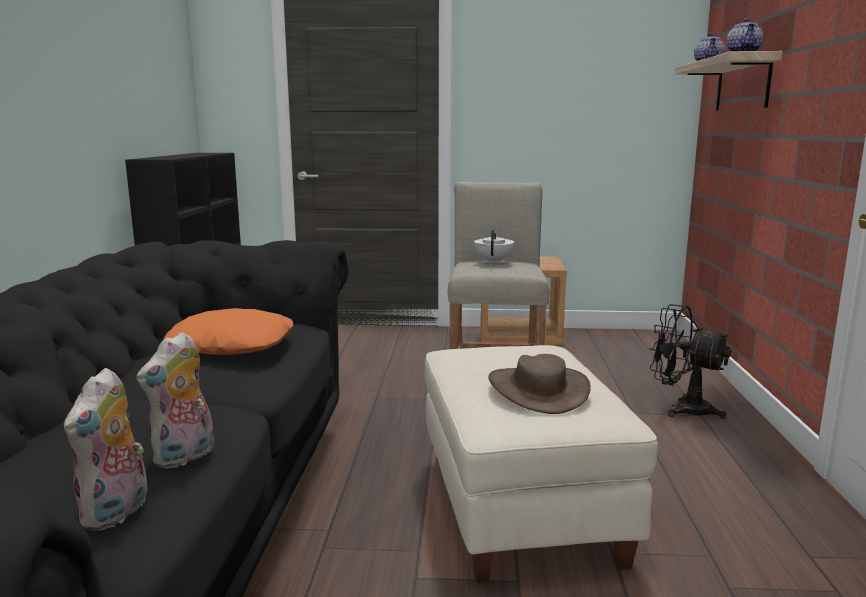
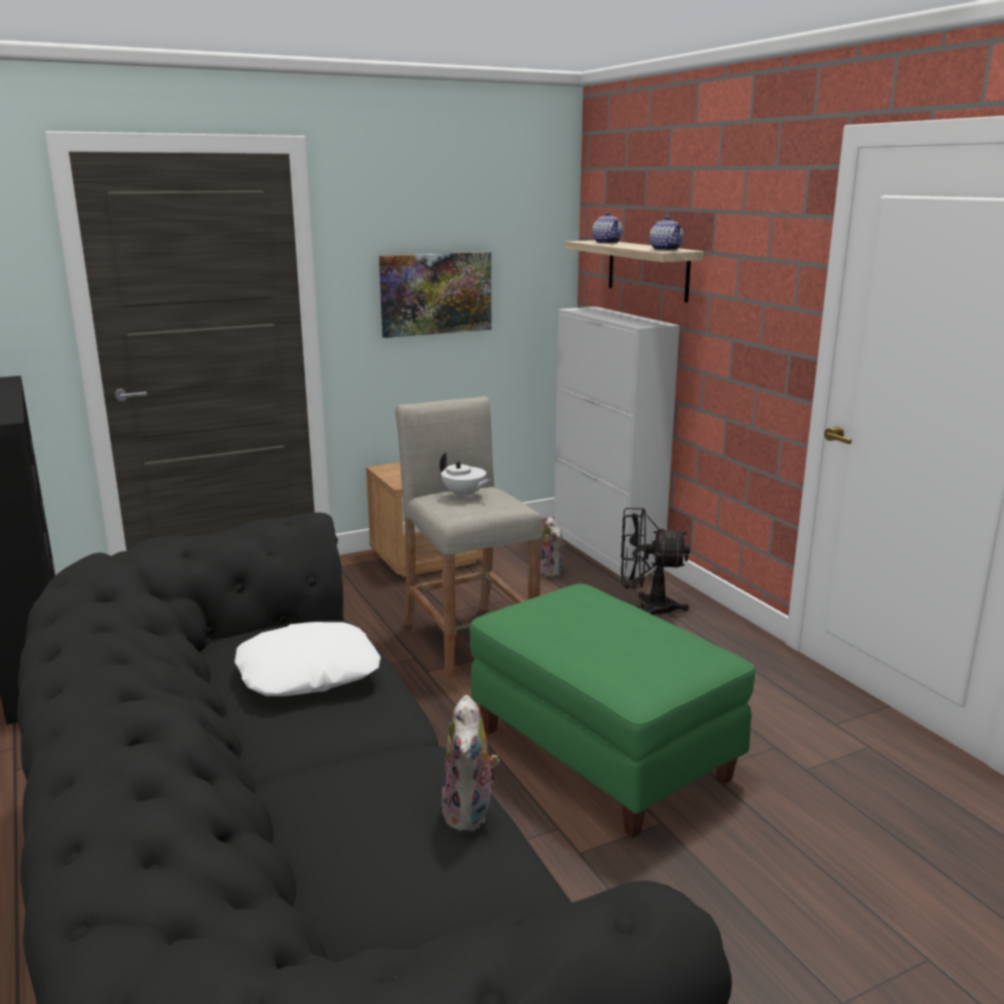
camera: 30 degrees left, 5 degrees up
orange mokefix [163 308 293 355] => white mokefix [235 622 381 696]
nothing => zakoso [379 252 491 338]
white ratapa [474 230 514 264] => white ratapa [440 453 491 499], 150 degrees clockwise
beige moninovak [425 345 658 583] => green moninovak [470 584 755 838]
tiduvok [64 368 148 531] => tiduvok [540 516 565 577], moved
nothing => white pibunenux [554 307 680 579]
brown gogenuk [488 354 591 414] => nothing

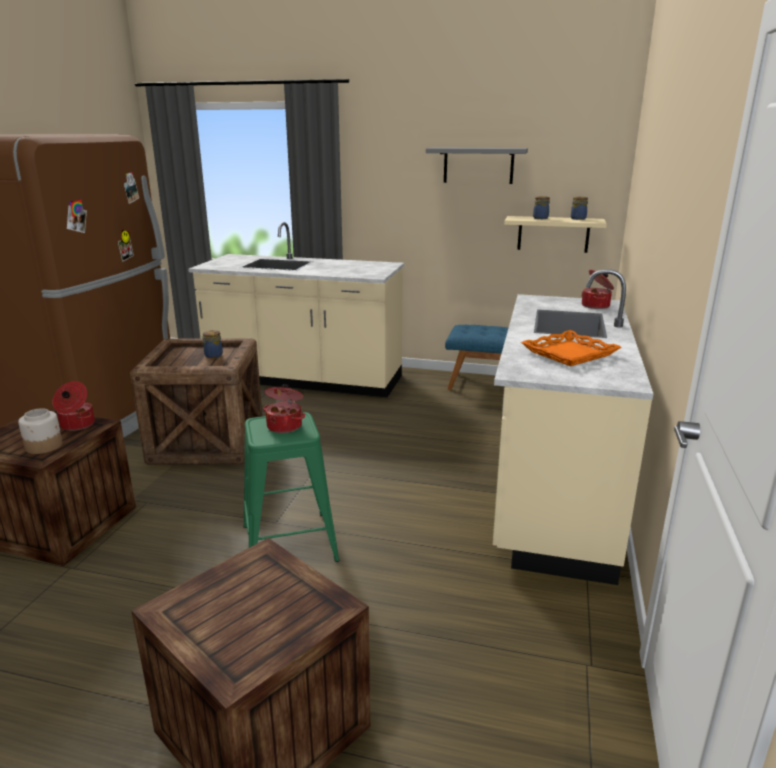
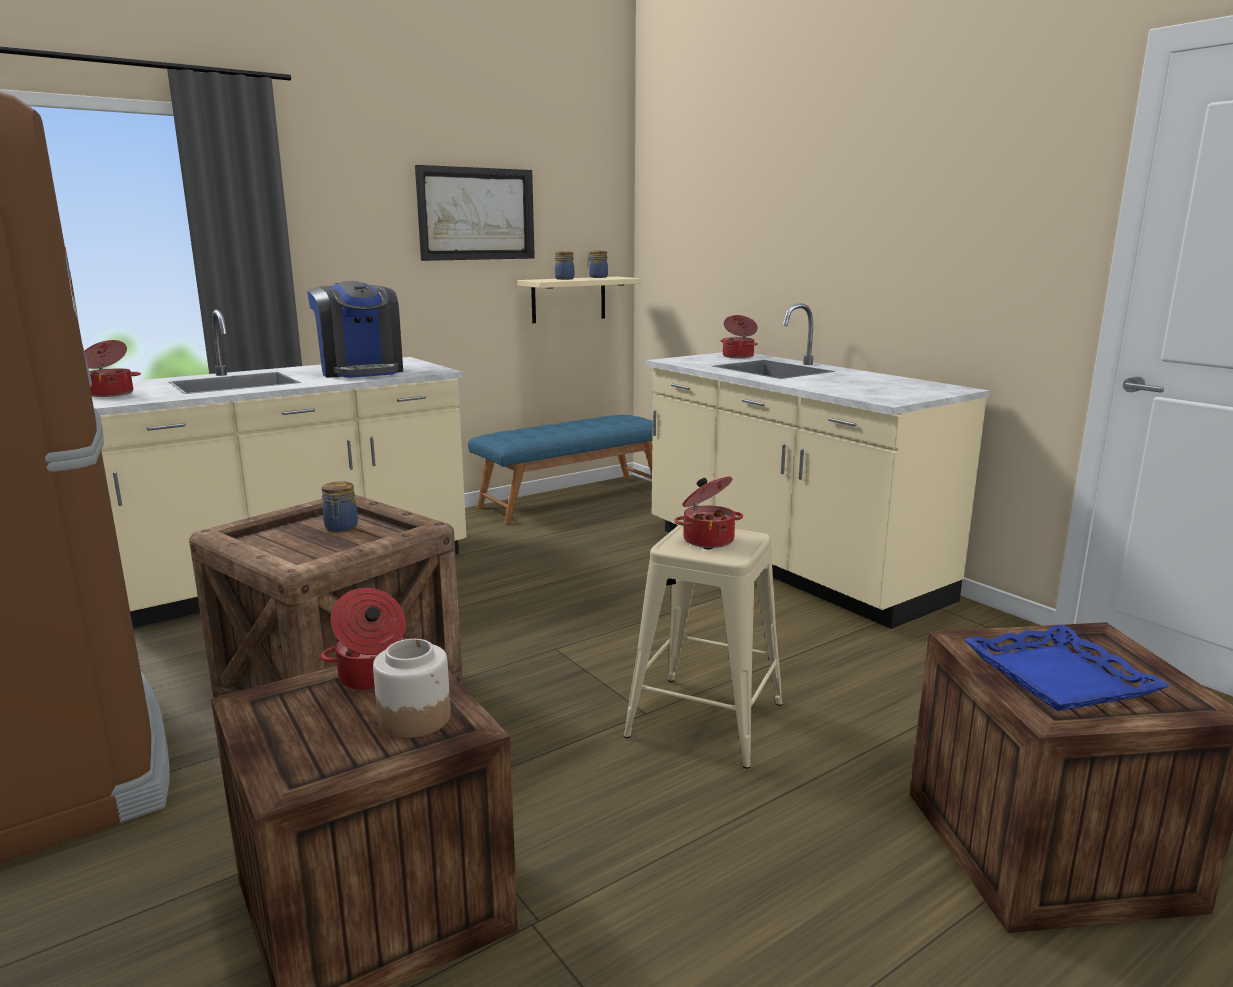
camera: 50 degrees left, 5 degrees down
nothing => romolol [84 340 141 397]
nothing => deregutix [307 281 403 378]
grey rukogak [426 147 528 184] => zakoso [415 165 535 261]
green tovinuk [243 412 339 562] => beige tovinuk [624 525 783 768]
nothing => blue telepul [964 625 1170 711]
orange telepul [521 330 621 366] => nothing

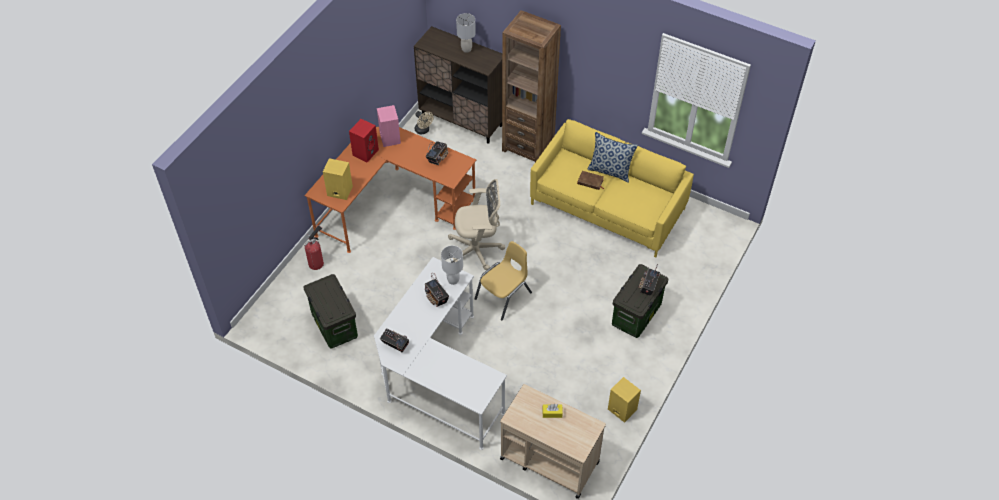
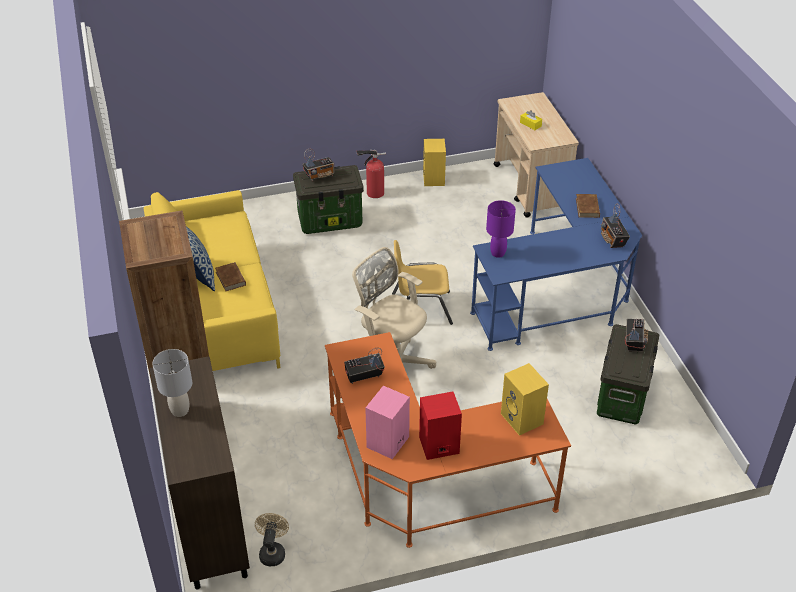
camera: 135 degrees left, 10 degrees down
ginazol [304 226 324 270] => ginazol [356 150 386 198], moved
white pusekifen [374 257 507 450] => blue pusekifen [470 158 642 351]
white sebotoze [441 246 463 285] => purple sebotoze [486 200 516 258]
nothing => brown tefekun [576 194 600 218]
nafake [424 274 449 307] => nafake [625 318 648 352], moved

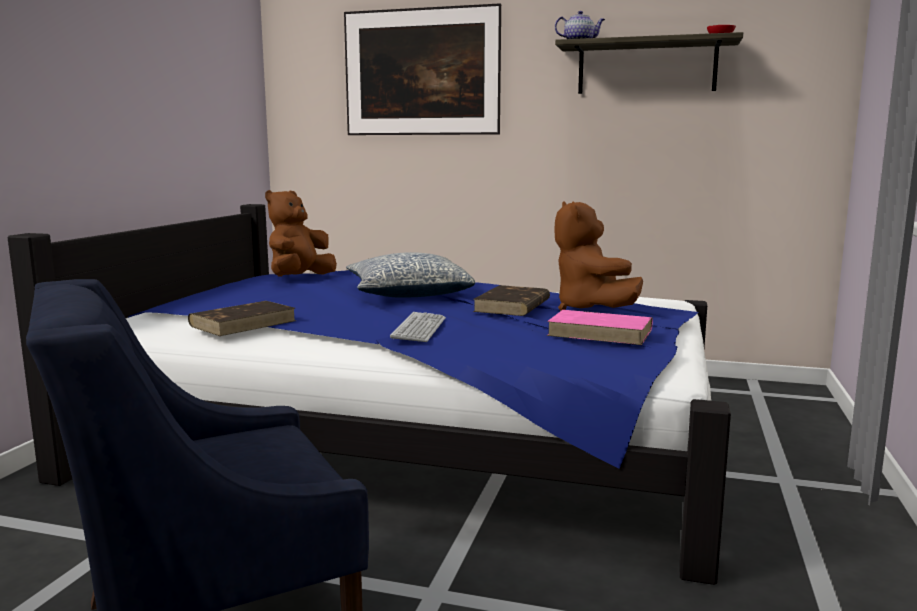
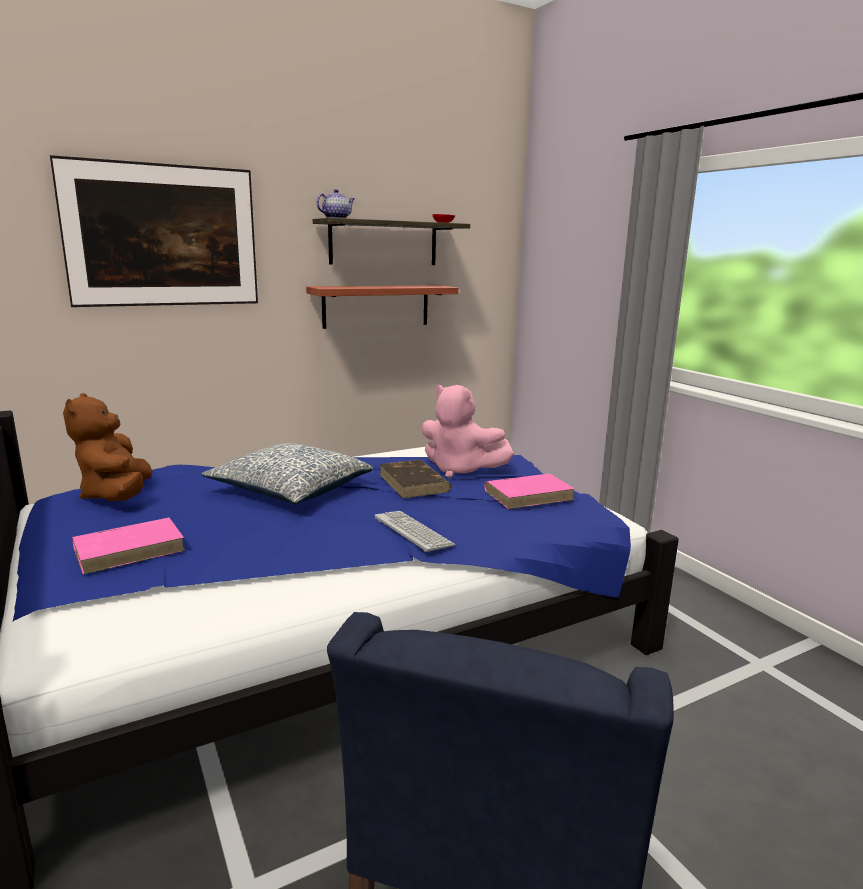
camera: 45 degrees left, 5 degrees up
nothing => pink tefekun [72 518 185 575]
nothing => rukogak [306 285 459 329]
brown tiduvok [554 201 643 311] => pink tiduvok [422 385 514 479]
brown tefekun [188 301 296 336] => nothing

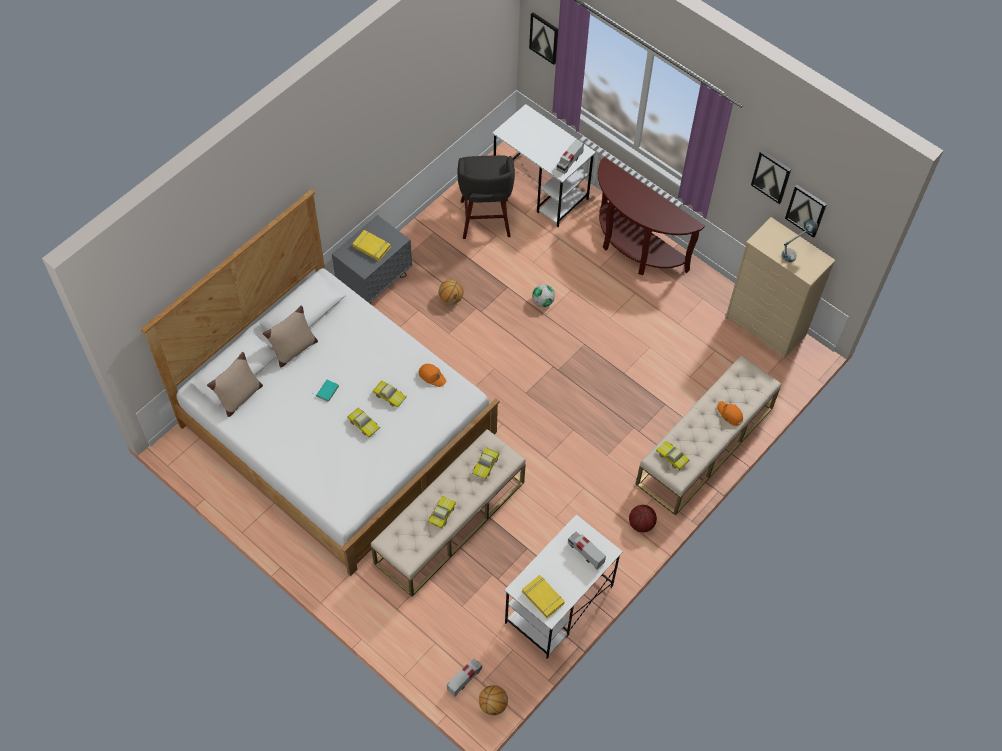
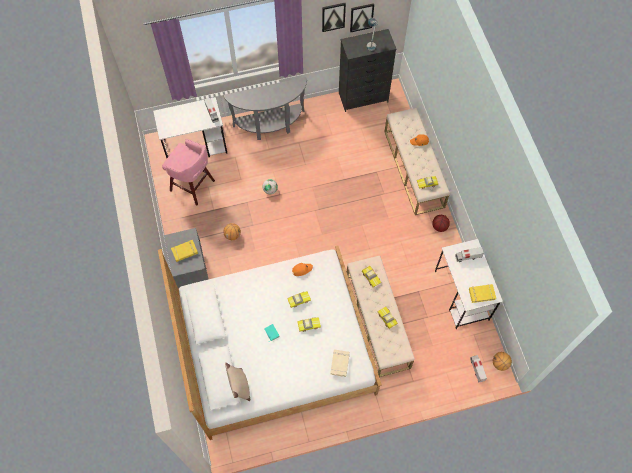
camera: 55 degrees left, 5 degrees up
grey tovinuk [457 155 515 239] => pink tovinuk [162 139 215 205]
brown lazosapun [598 157 705 276] => grey lazosapun [224 77 307 140]
nothing => beige tefekun [330 349 350 377]
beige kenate [725 217 835 360] => black kenate [339 29 396 112]
beige mokefix [262 305 318 367] => nothing
zakoso [529 12 558 65] => nothing

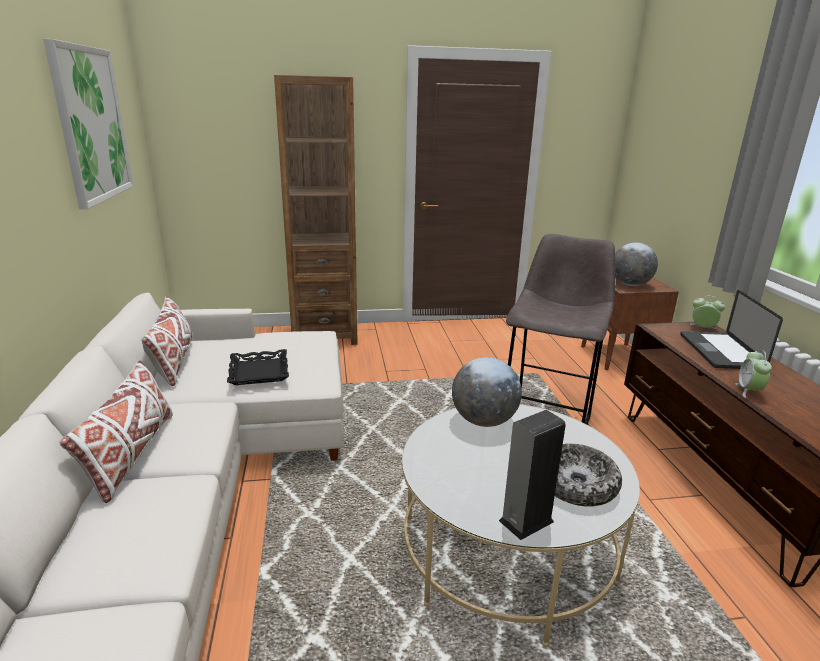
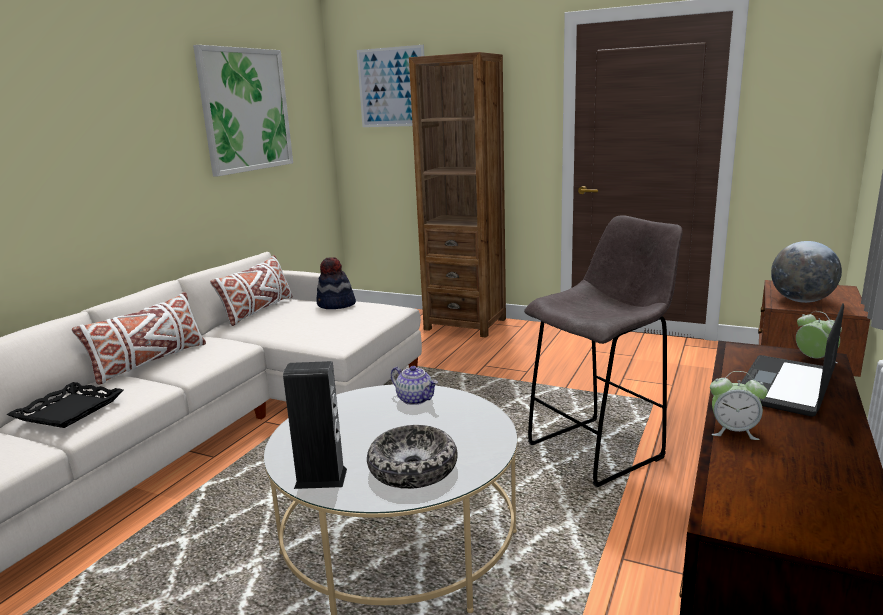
camera: 35 degrees right, 5 degrees down
black telepul [227 349 289 385] => black telepul [7 382 123 428], moved
nothing => gogenuk [316 257 356 309]
nothing => zakoso [357 45 424 127]
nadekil [452 357 522 427] => ratapa [391 366 438 405]
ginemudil [735 350 772 398] => ginemudil [710 371 768 440], 120 degrees counterclockwise

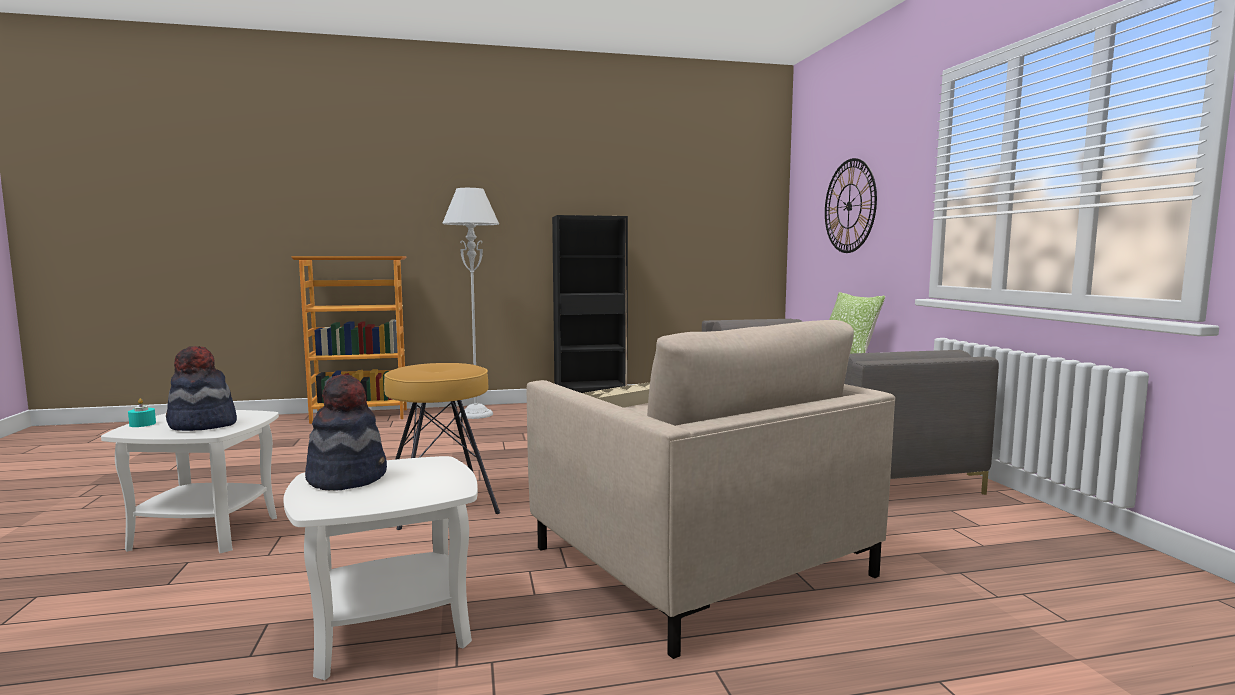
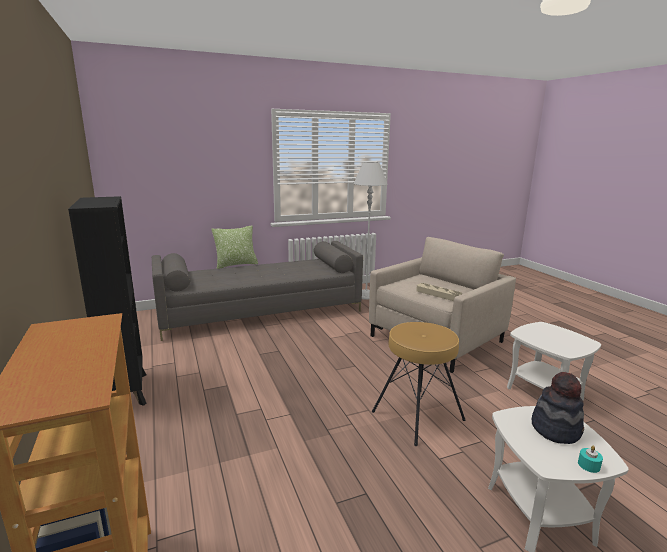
camera: 100 degrees left, 10 degrees up
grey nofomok [442 188 499 419] => grey nofomok [353 162 388 300], moved
gogenuk [305 374 387 490] => nothing
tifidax [825 158 877 253] => nothing

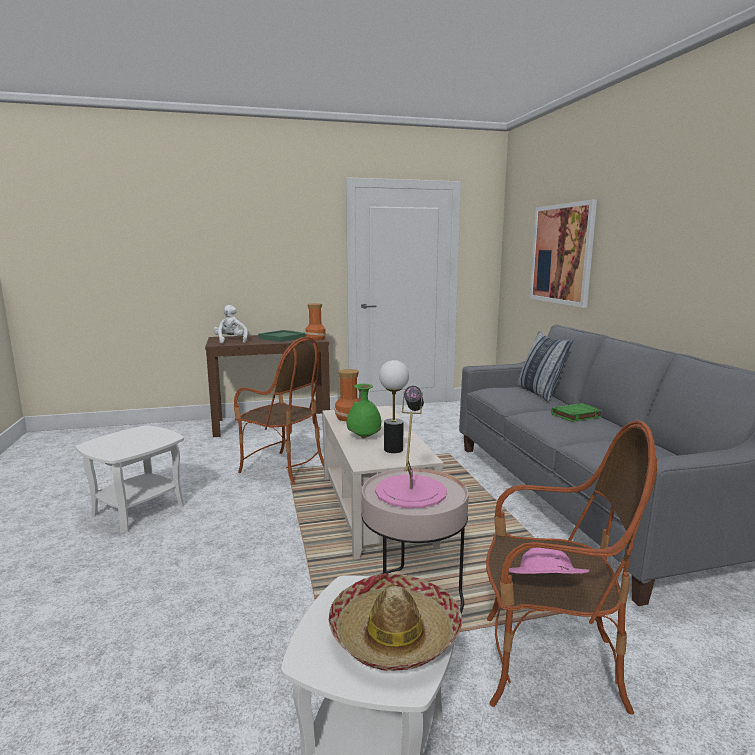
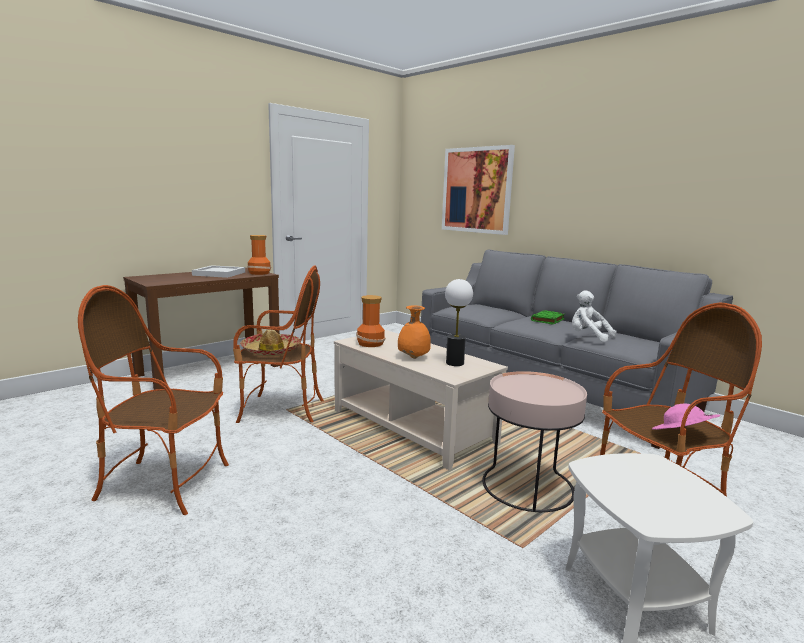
camera: 30 degrees left, 0 degrees up
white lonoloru [76 425 184 533] => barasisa [78 285 229 515]
green telepul [258 330 306 342] => white telepul [192 265 245 278]
gogenuk [329 574 462 671] => gogenuk [240 329 301 356], moved
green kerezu [346 384 381 439] => orange kerezu [398 305 431 359]
white tiduvok [213 305 248 343] => white tiduvok [572 290 617 342], moved
pink sebotoze [375 386 447 508] => nothing
mokefix [517 331 573 402] => nothing

